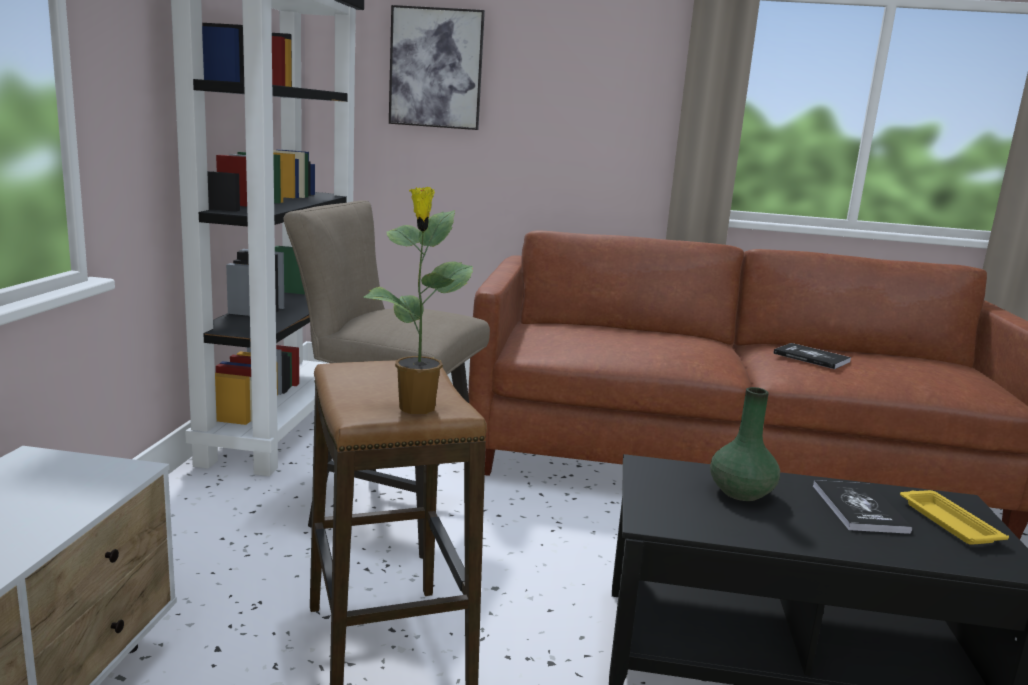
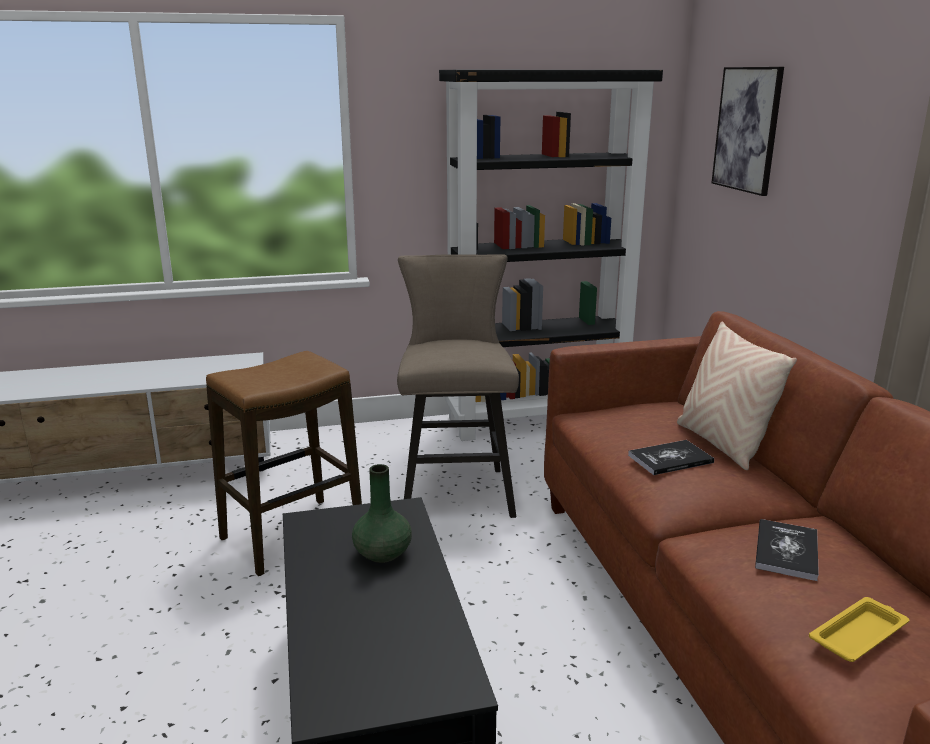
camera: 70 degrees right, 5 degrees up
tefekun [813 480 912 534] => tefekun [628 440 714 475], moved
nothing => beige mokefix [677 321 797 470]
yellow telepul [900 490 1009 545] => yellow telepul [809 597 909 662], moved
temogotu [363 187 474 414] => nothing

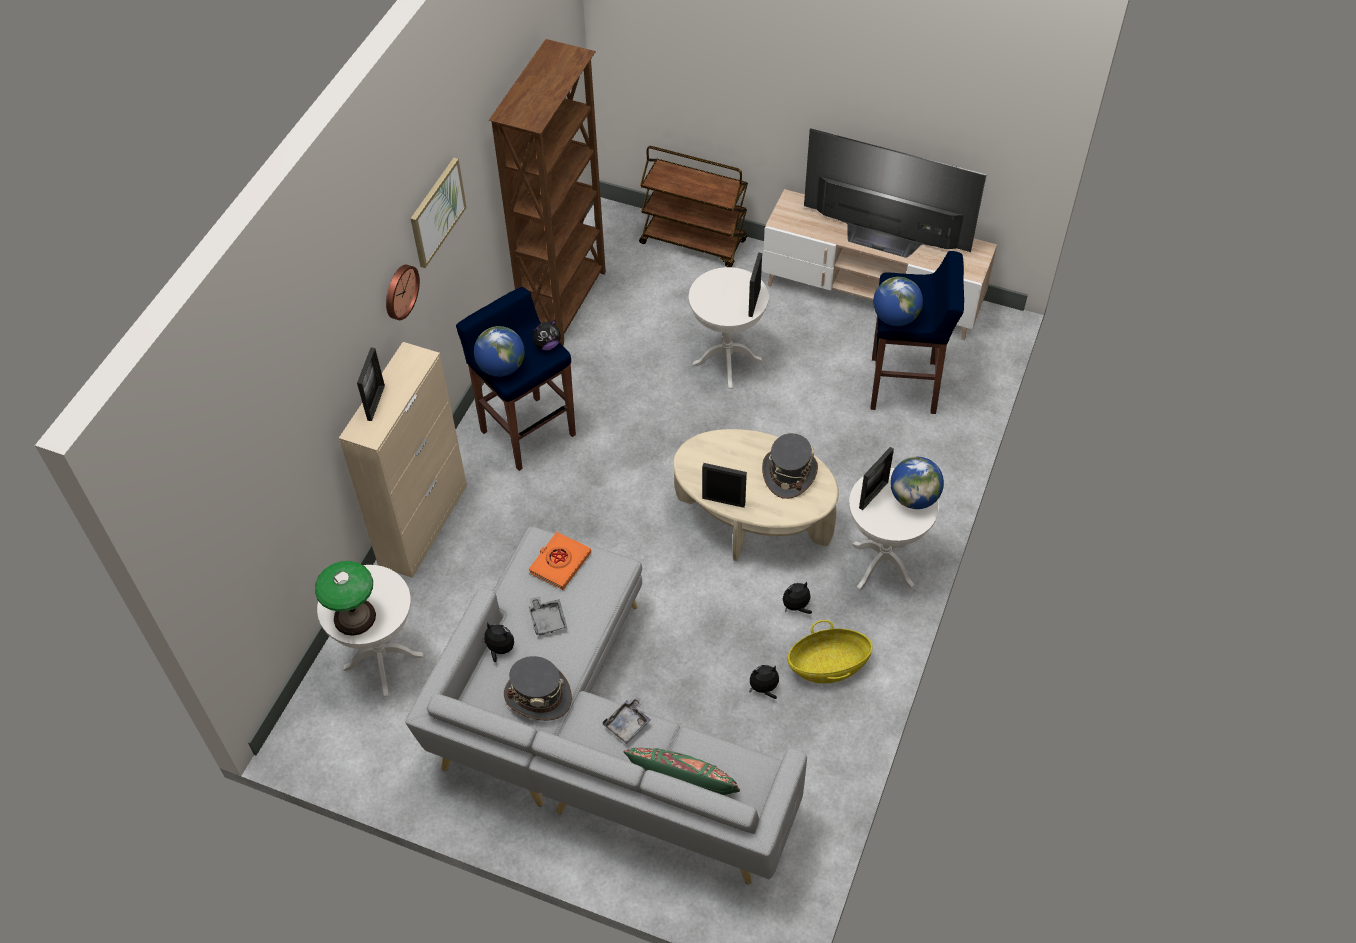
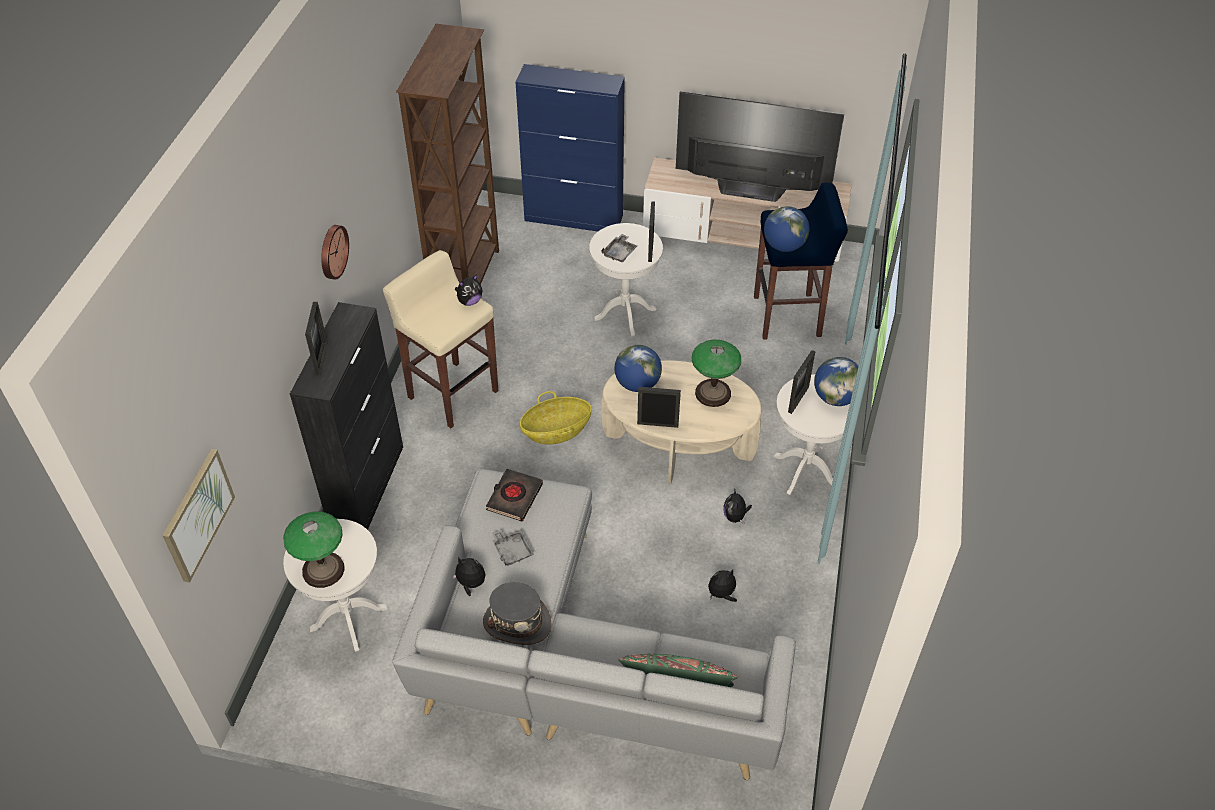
camera: 10 degrees left, 5 degrees down
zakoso [410 158 467 268] => zakoso [162 449 235 583], moved
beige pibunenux [339 342 467 578] => black pibunenux [290 302 403 530]
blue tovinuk [456 287 576 471] => beige tovinuk [382 250 498 428]
orange tefekun [529 532 591 590] => black tefekun [486 468 543 522]
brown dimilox [639 146 748 267] => blue pibunenux [515 64 625 231]
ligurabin [787 620 873 683] => ligurabin [520 391 592 444], moved
grey telepul [603 696 651 744] => grey telepul [601 234 637 262], moved
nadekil [474 326 524 377] => nadekil [614 345 662 392], moved
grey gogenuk [762 433 818 499] => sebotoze [692 339 741 407]
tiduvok [783 582 812 614] => tiduvok [723 488 752 524], 60 degrees counterclockwise

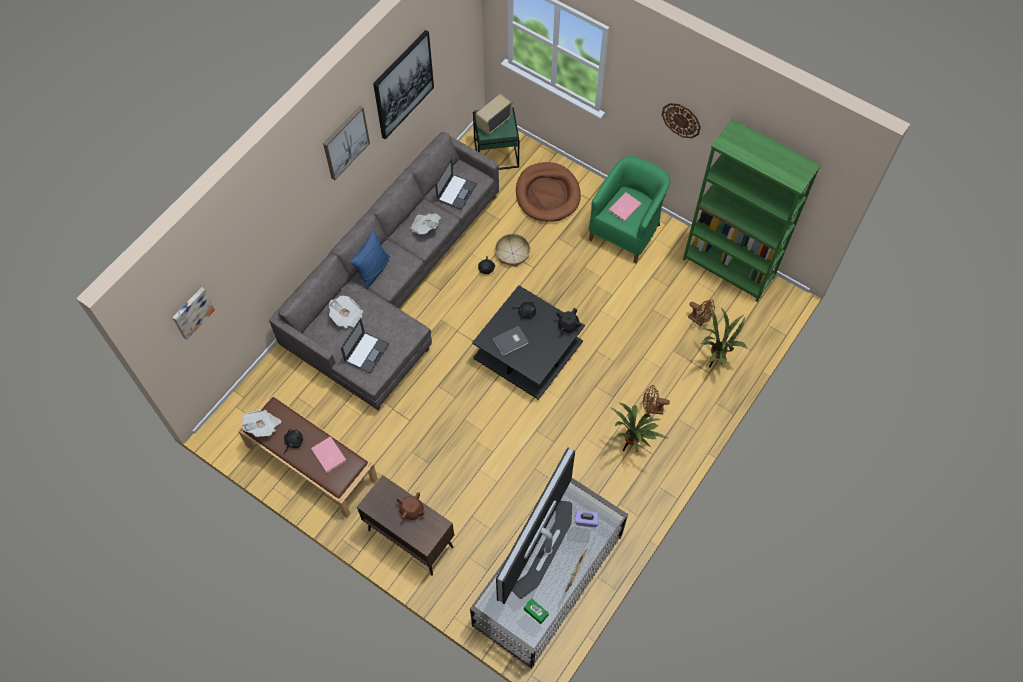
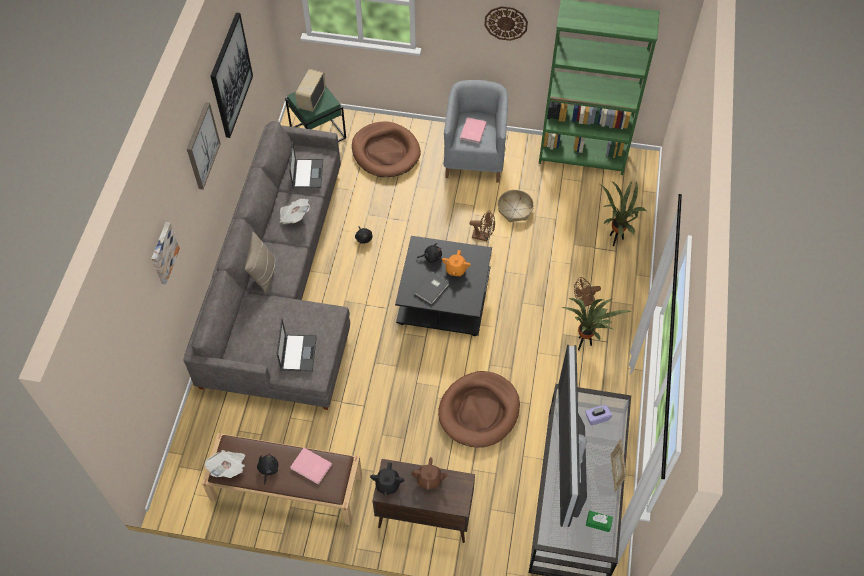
camera: 25 degrees left, 5 degrees down
zakoso [172 287 215 340] => zakoso [151 222 180 284], moved
blue mokefix [350 230 390 289] => beige mokefix [245 232 275 294]
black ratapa [556 308 581 333] => black ratapa [370 462 404 495], moved
nothing => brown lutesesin [438 371 520 448]
nothing => orange ratapa [442 250 471 276]
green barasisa [589 156 671 263] => grey barasisa [444 80 508 183]
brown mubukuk [688 299 715 326] => brown mubukuk [469 212 495 241], moved
ligurabin [495 234 530 267] => ligurabin [498 190 534 222], moved
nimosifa [329 296 363 328] => nothing

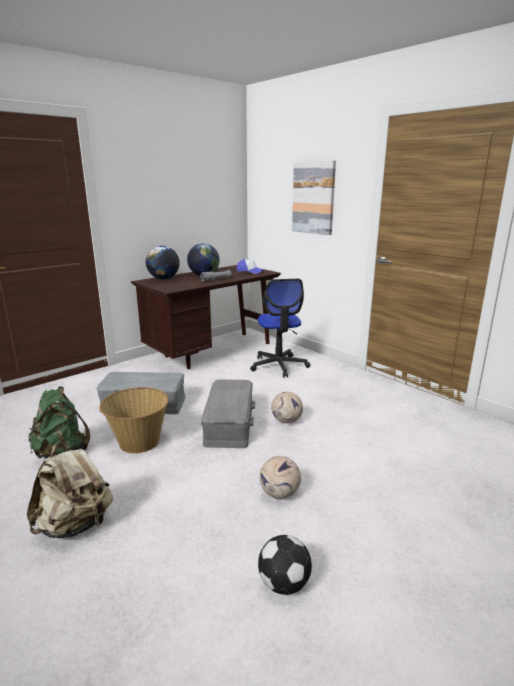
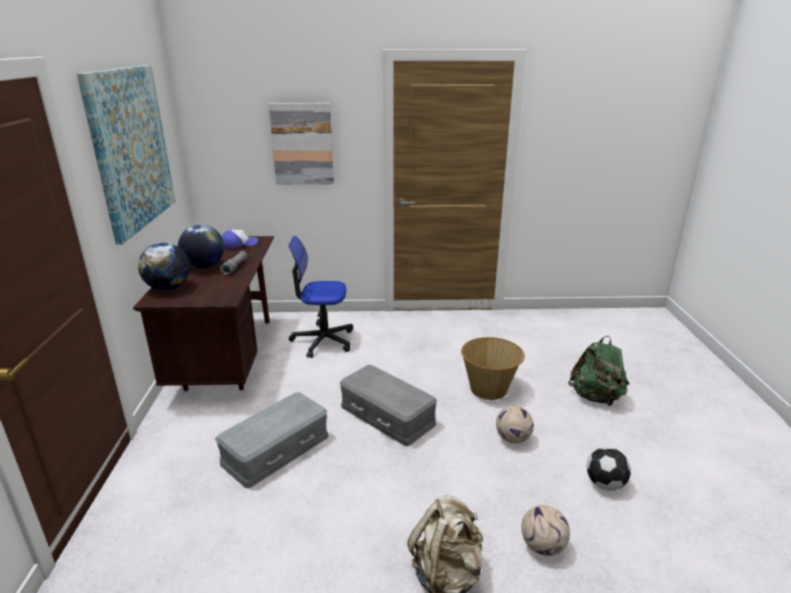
camera: 50 degrees left, 5 degrees up
nothing => zakoso [77 65 175 245]
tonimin [250 279 310 378] => tonimin [288 236 353 358], 150 degrees clockwise
ligurabin [100 387 169 454] => ligurabin [461 337 525 400], moved
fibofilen [271 392 303 423] => fibofilen [522 505 570 556], moved
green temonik [29 386 90 459] => green temonik [568 336 629 406], moved

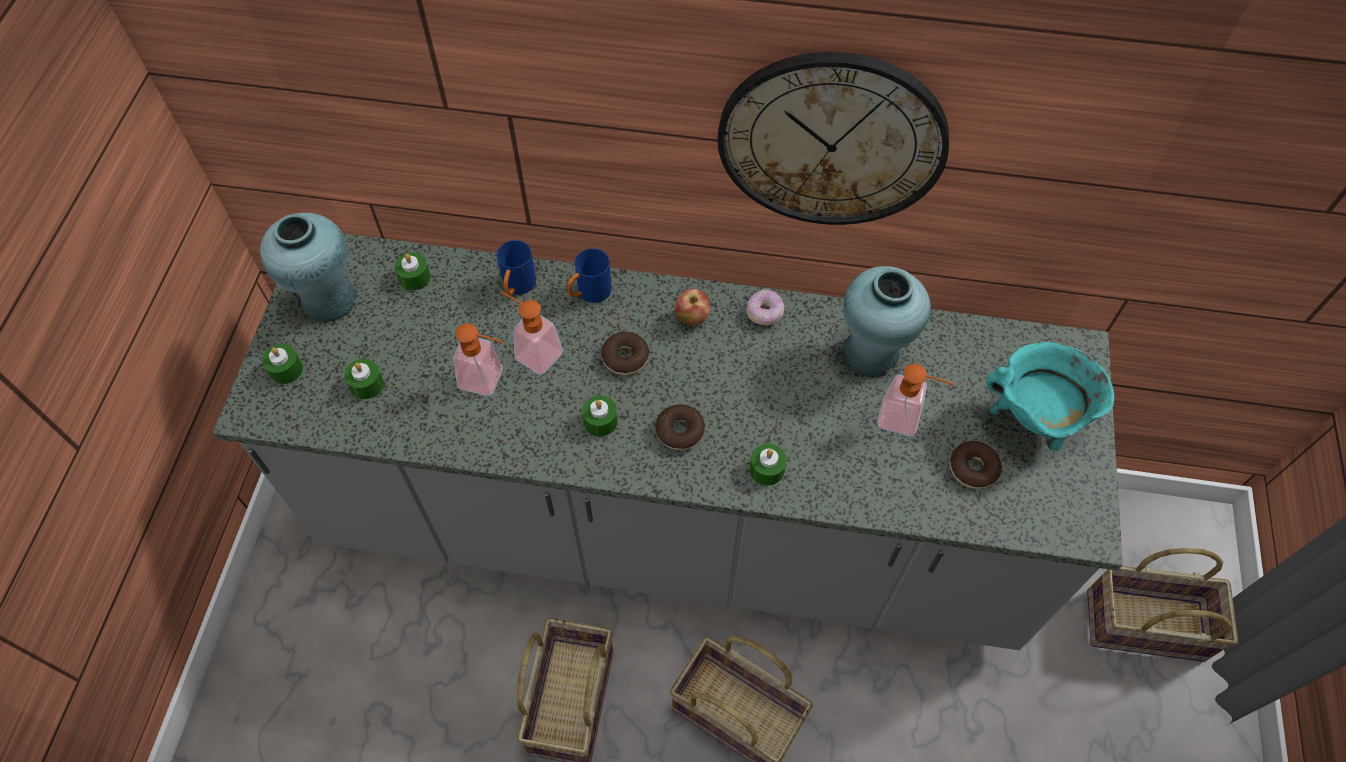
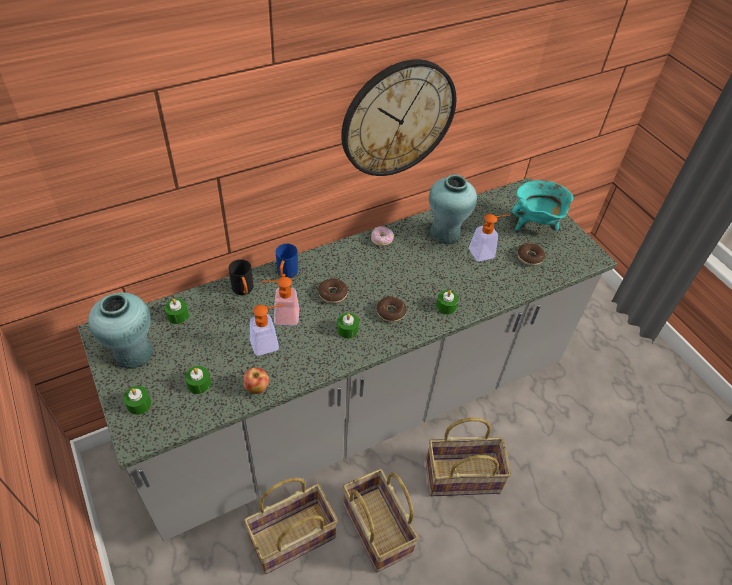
camera: 40 degrees left, 10 degrees down
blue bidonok [497 240 536 295] => black bidonok [229 259 253 295]
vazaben [674 289 710 326] => vazaben [243 367 269 394], moved
ligurabin [1087 548 1238 662] => ligurabin [244 477 338 574], moved

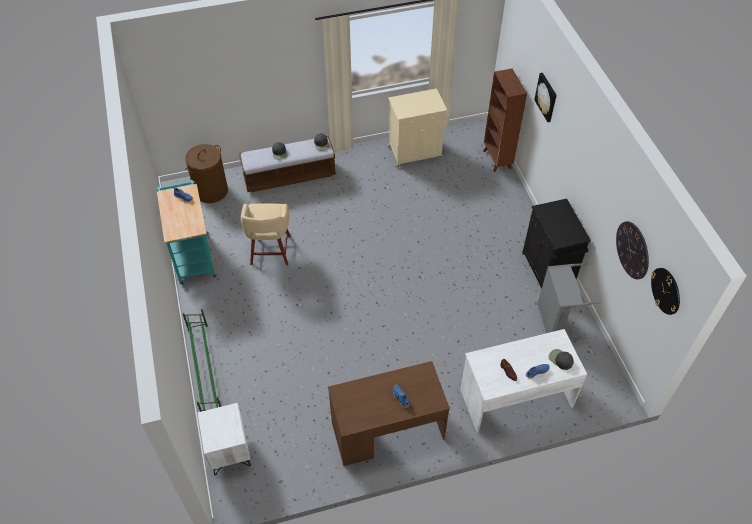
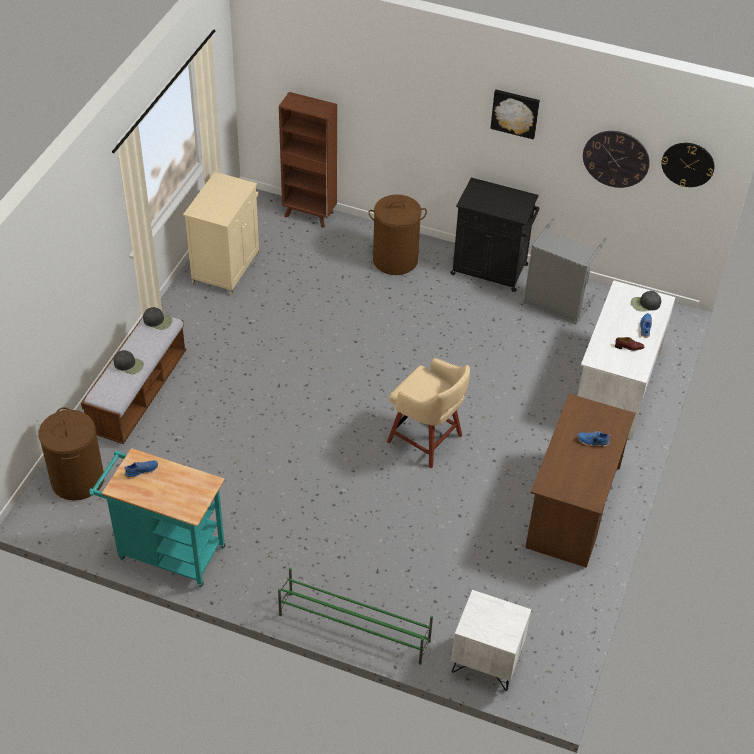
camera: 55 degrees left, 5 degrees down
nothing => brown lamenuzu [368 194 427 275]
beige tovinuk [241 203 291 265] => beige tovinuk [387 358 470 468], moved
zakoso [534 73 557 122] => zakoso [490 90 540 140], moved

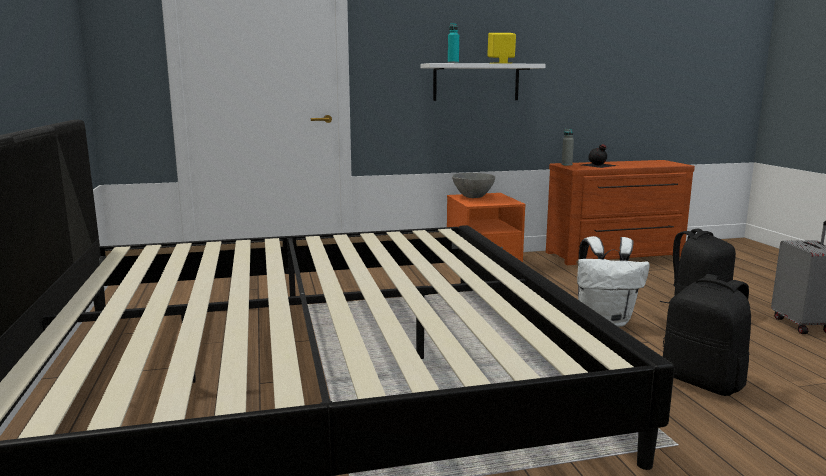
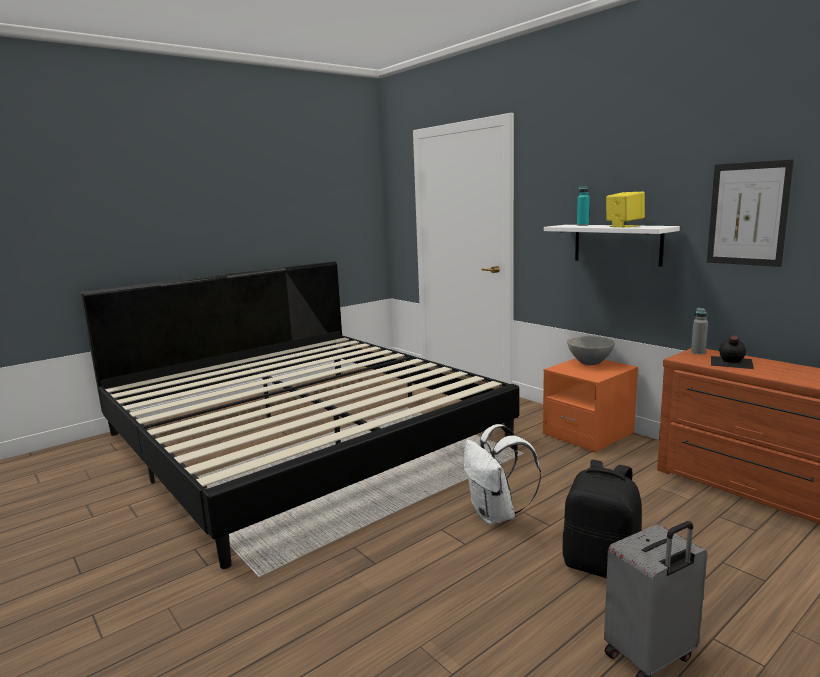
camera: 65 degrees right, 0 degrees up
nothing => zakoso [707 159 794 267]
black temonik [663 274 751 396] => nothing

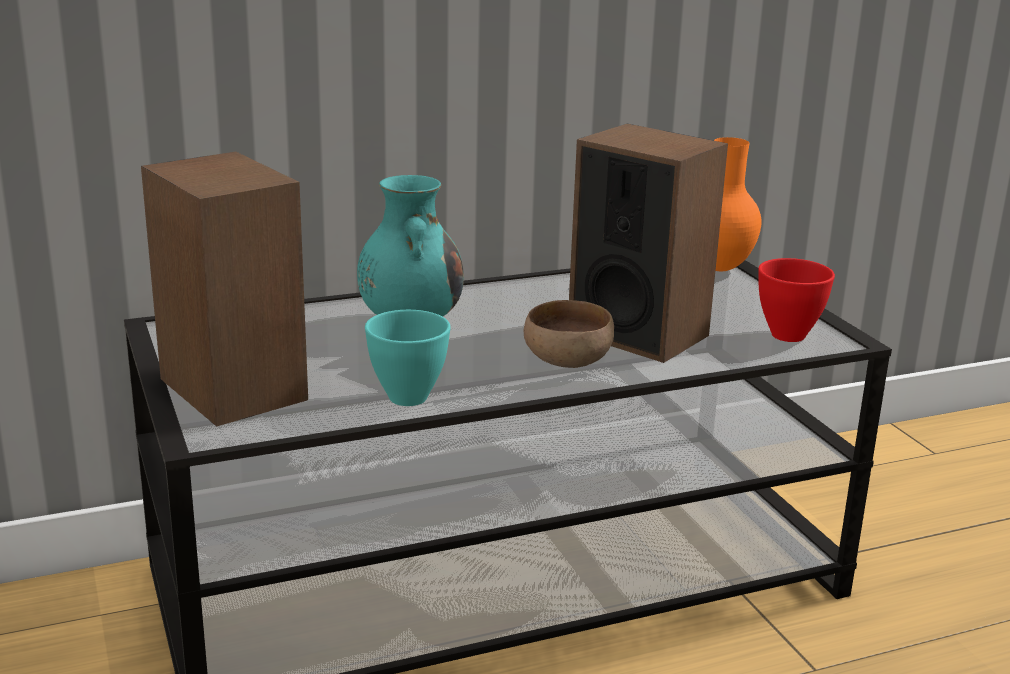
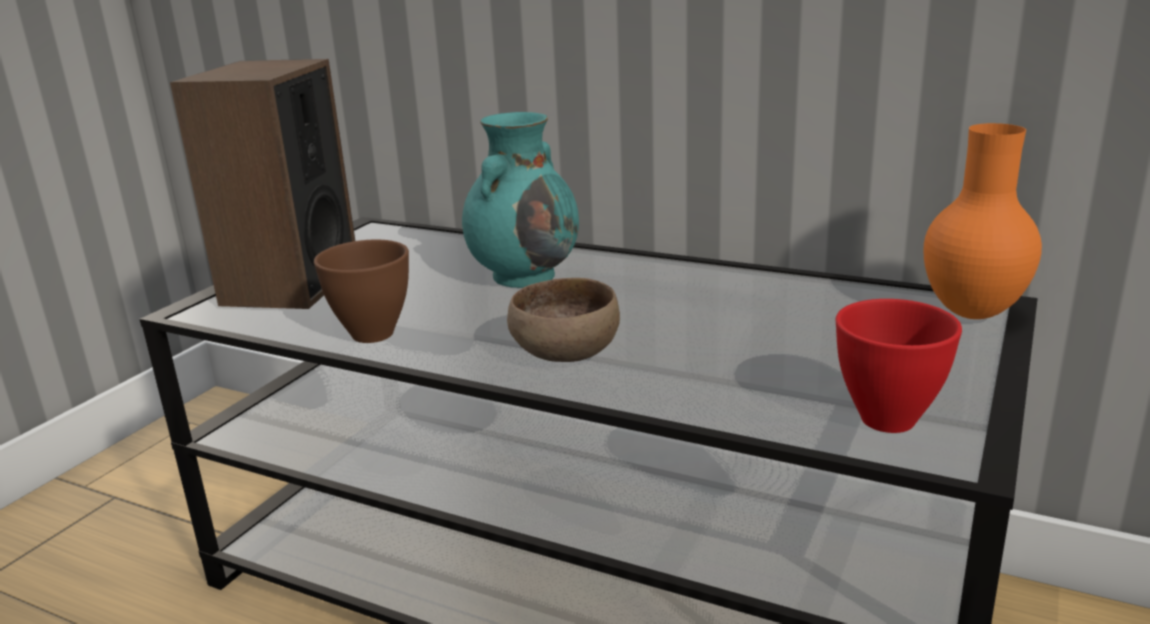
camera: 50 degrees right, 0 degrees up
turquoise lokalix [365 310 451 406] => brown lokalix [314 240 409 343]
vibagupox [569 124 728 363] => nothing

